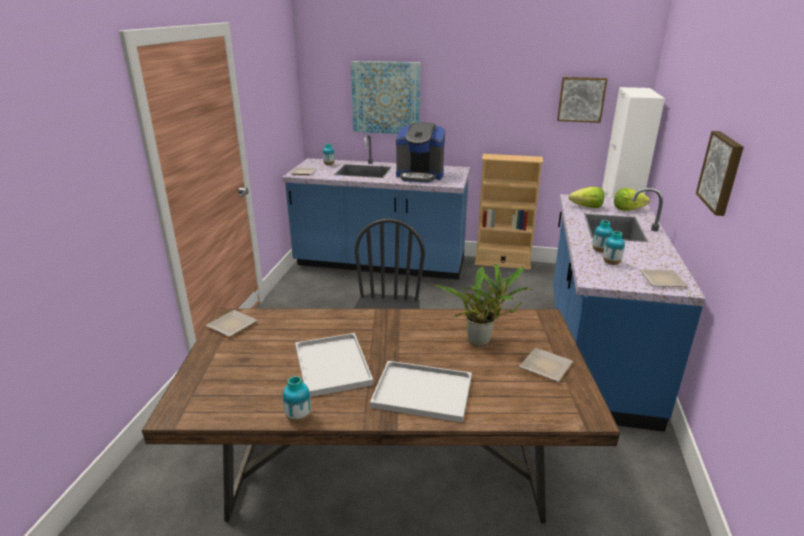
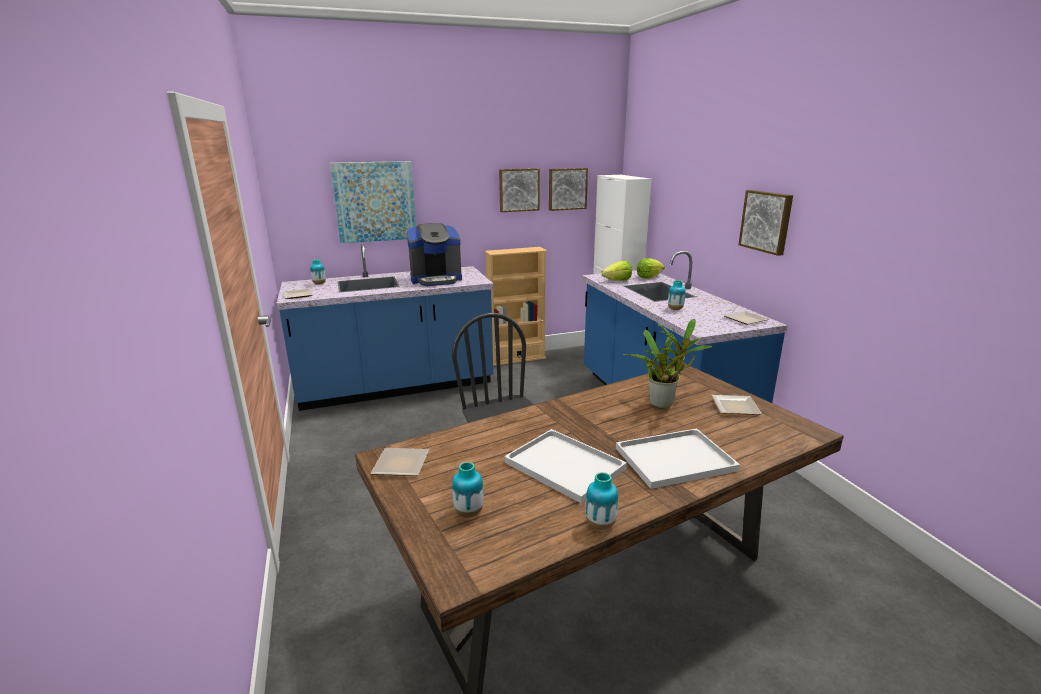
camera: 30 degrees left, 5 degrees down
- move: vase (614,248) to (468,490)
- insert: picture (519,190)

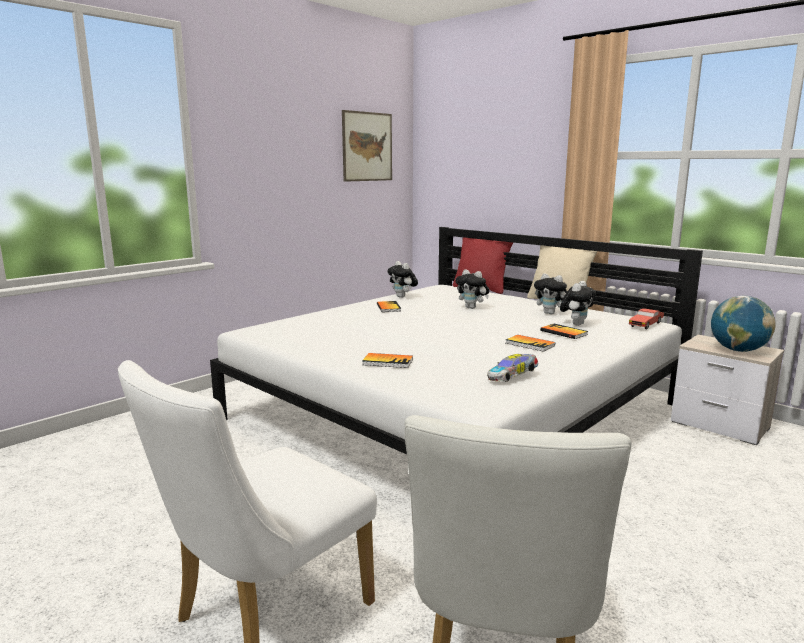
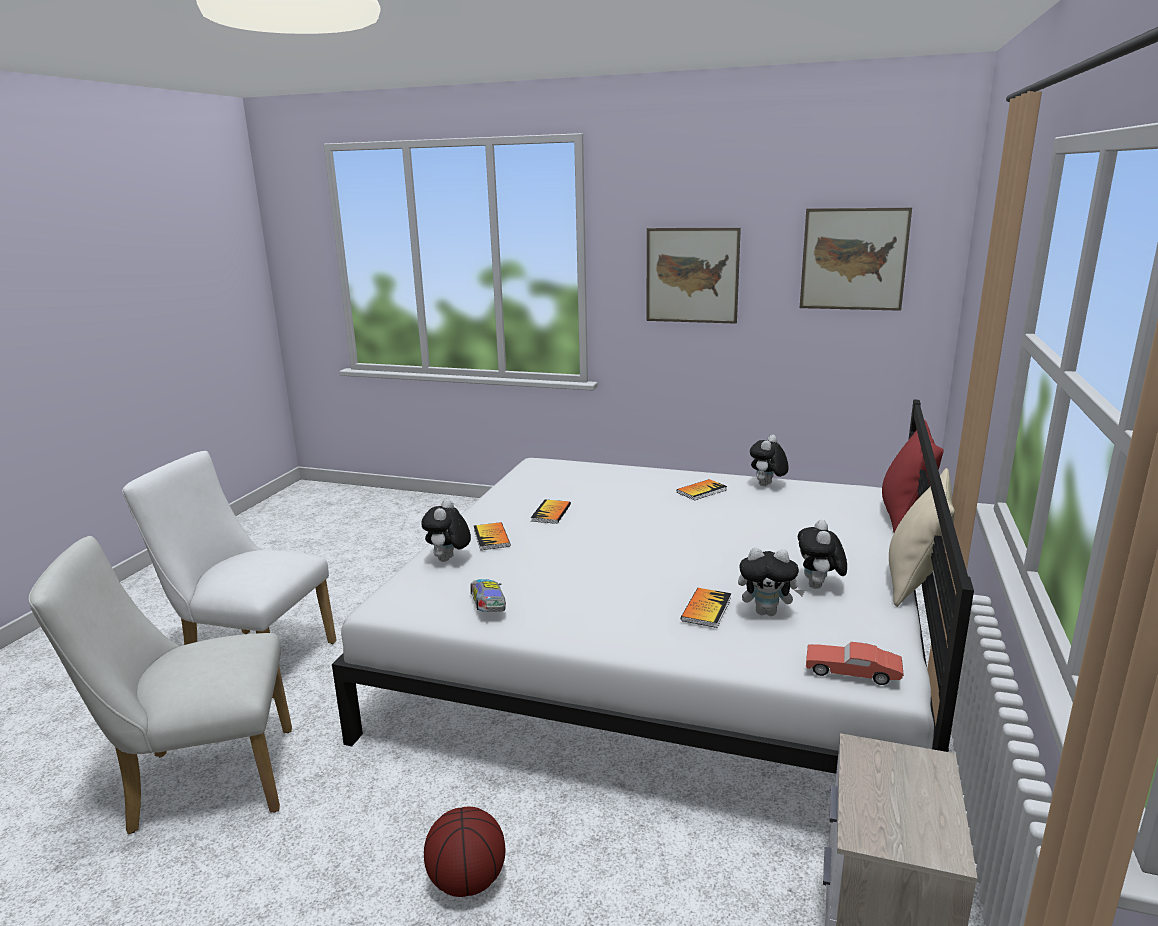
camera: 65 degrees right, 5 degrees up
- move: plush_toy (472,289) to (446,530)
- rotate: toy_car (512,368) = (488,595) 45 degrees clockwise
- move: book (530,343) to (551,512)
- delete: globe (743,324)
- insert: basketball (464,852)
- insert: picture (693,276)

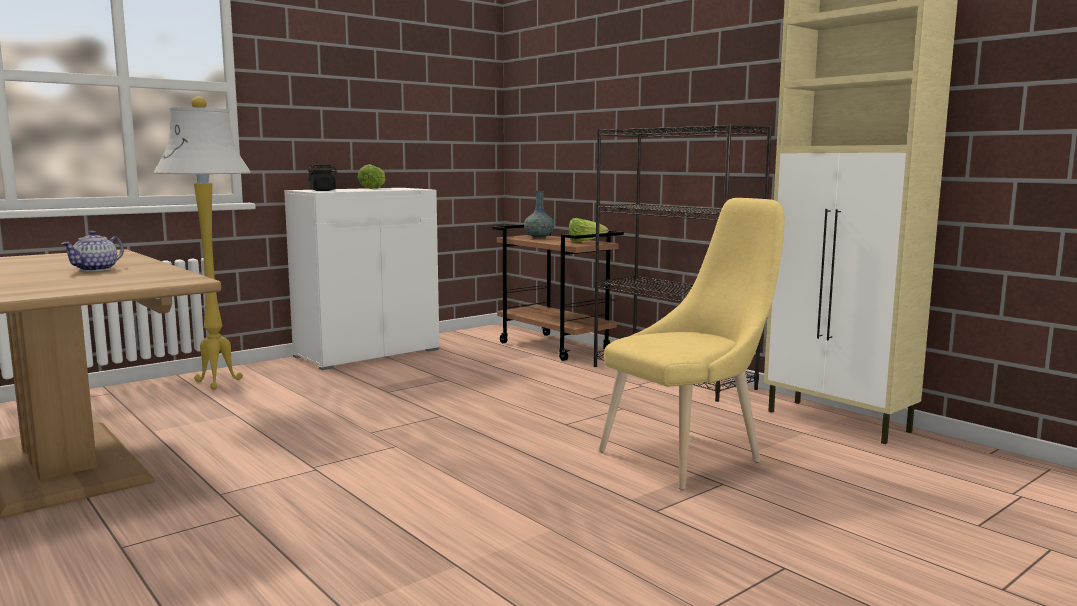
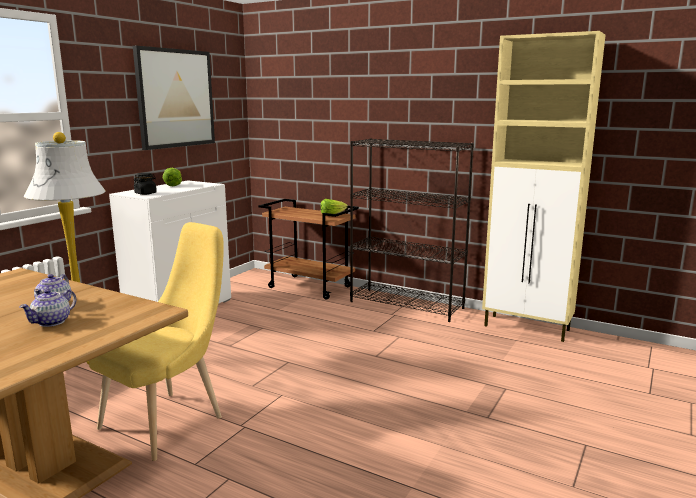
camera: 20 degrees left, 5 degrees up
- delete: vase (539,214)
- move: yellow_chair (692,344) to (156,341)
- insert: teapot (48,308)
- insert: picture (174,98)

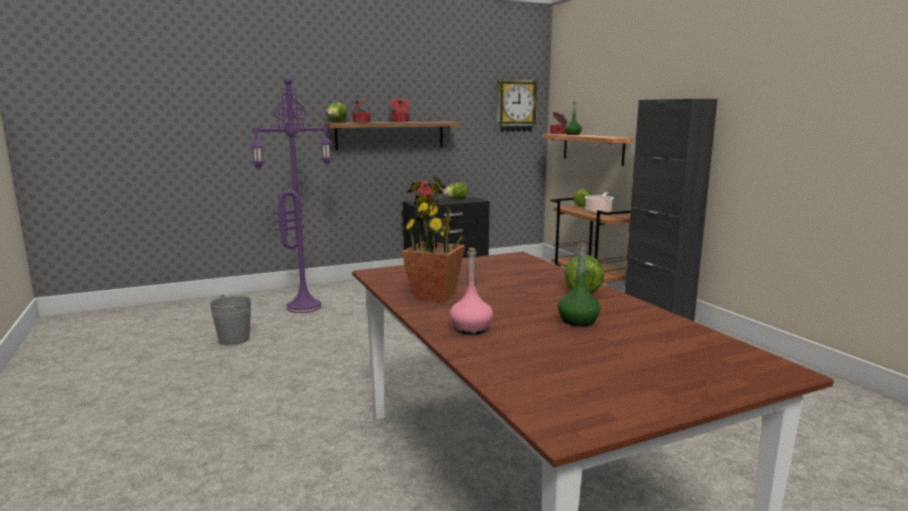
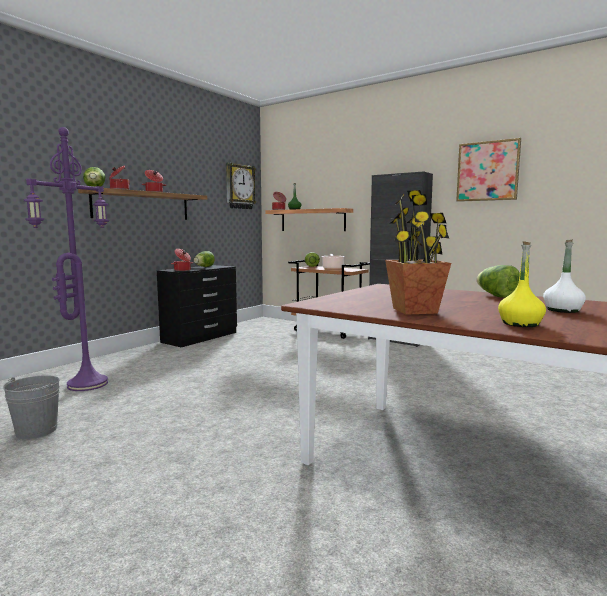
camera: 30 degrees left, 5 degrees down
- recolor: pink_bottle (471,291) to yellow_bottle (522,284)
- recolor: green_bottle (579,284) to white_bottle (564,276)
- insert: picture (488,170)

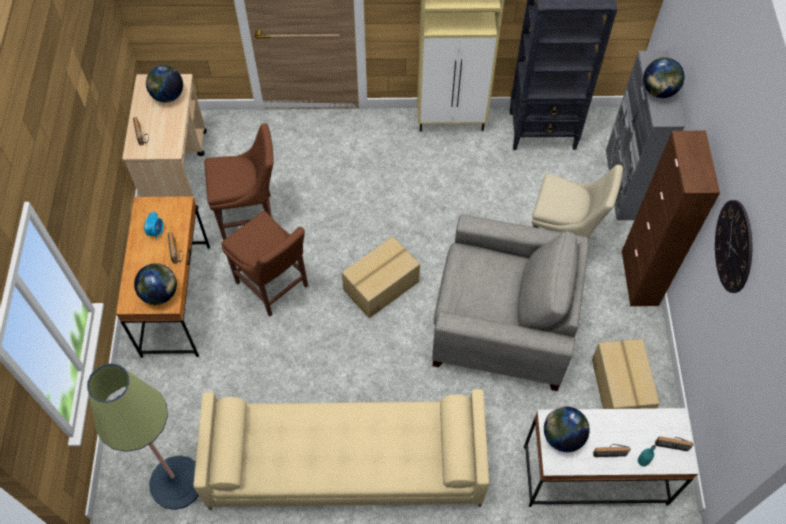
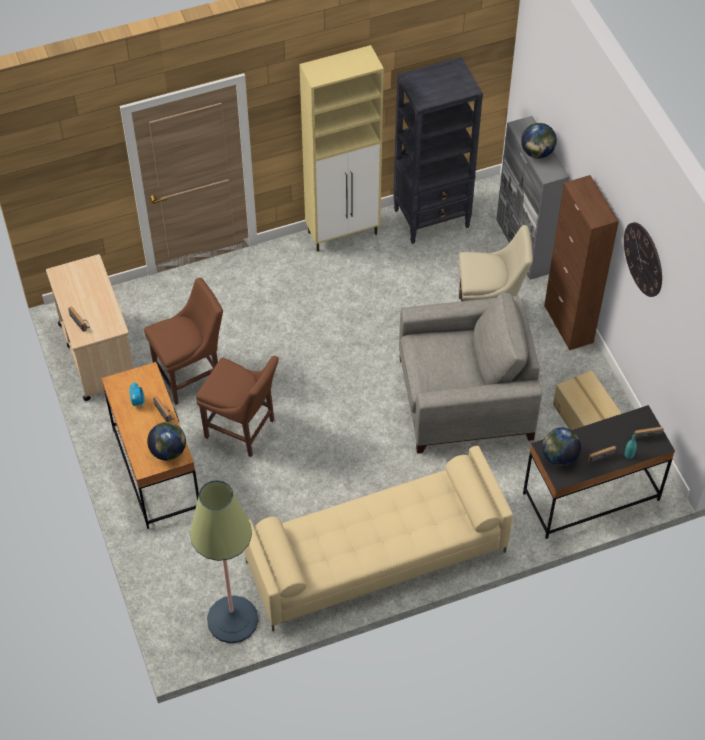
camera: 20 degrees left, 5 degrees down
- delete: globe (164,83)
- delete: cardboard_box (381,277)
- recolor: white_desk (611,457) to black_desk (599,472)

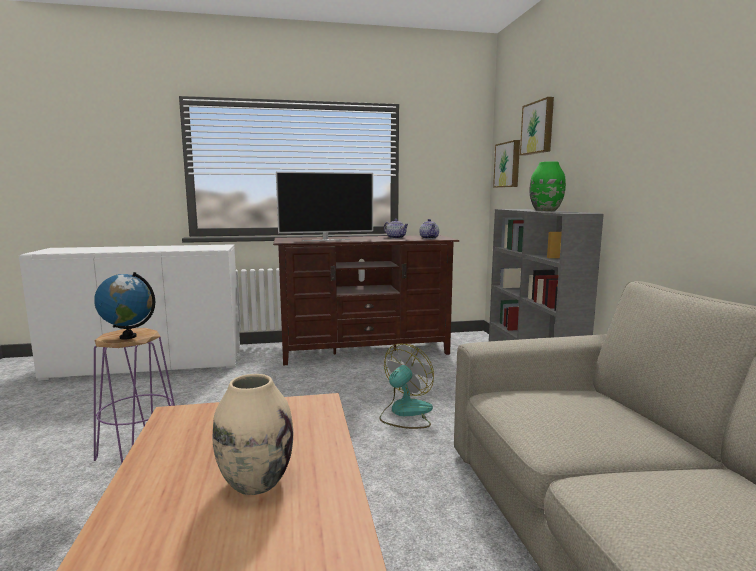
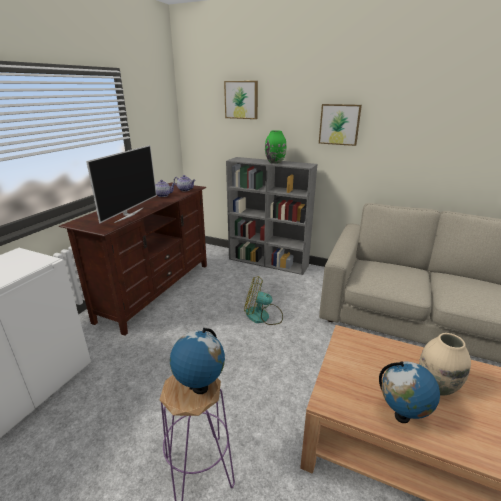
camera: 55 degrees left, 15 degrees up
- rotate: fan (406,386) = (263,301) 60 degrees counterclockwise
- move: picture (506,164) to (340,125)
- insert: globe (409,392)

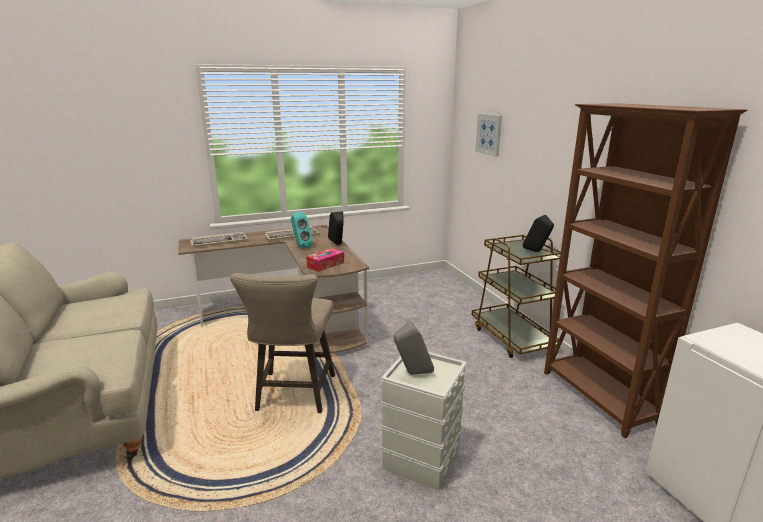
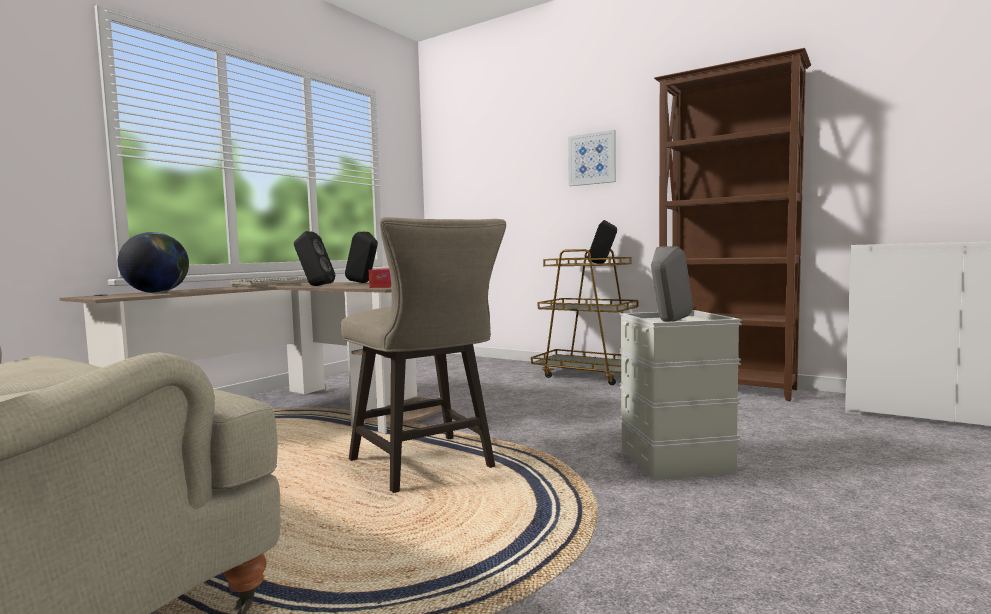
camera: 35 degrees left, 15 degrees down
- replace: keyboard (219,239) to globe (153,262)
- recolor: turquoise_speaker (302,230) to black_speaker (314,258)
- move: picture (488,135) to (592,158)

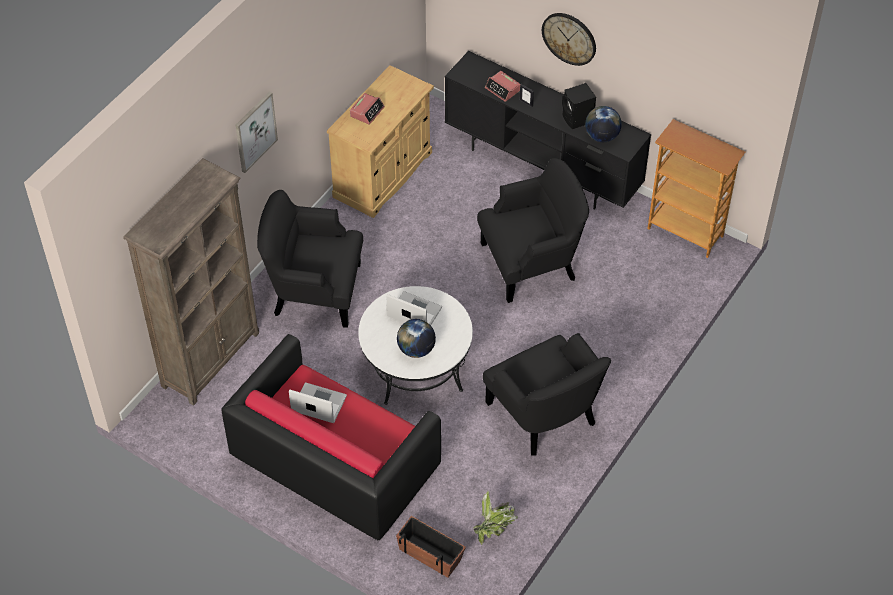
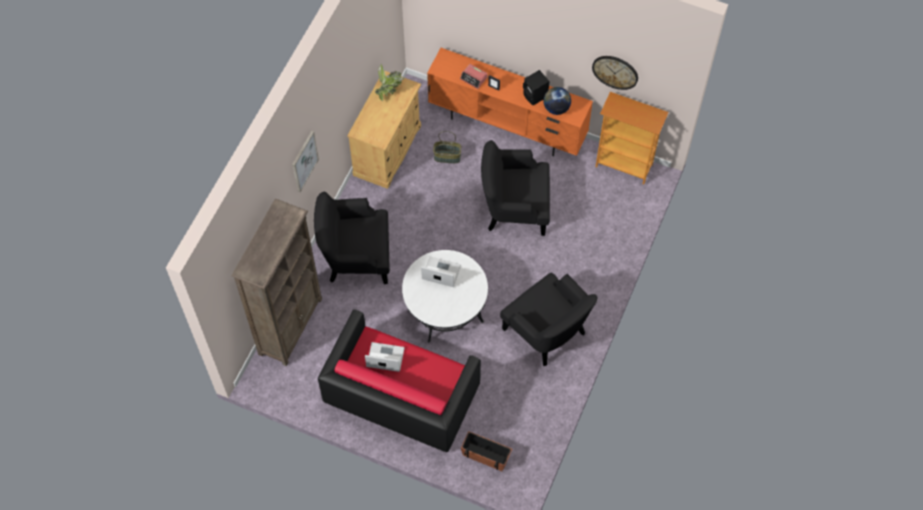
camera: 10 degrees left, 10 degrees up
- delete: alarm_clock (367,109)
- delete: globe (416,338)
- recolor: black_tv_stand (548,130) to orange_tv_stand (510,102)
- move: potted_plant (495,518) to (389,82)
- rotate: black_armchair (533,230) = (515,188) 150 degrees counterclockwise
- move: wall_clock (569,39) to (615,73)
- insert: basket (447,147)

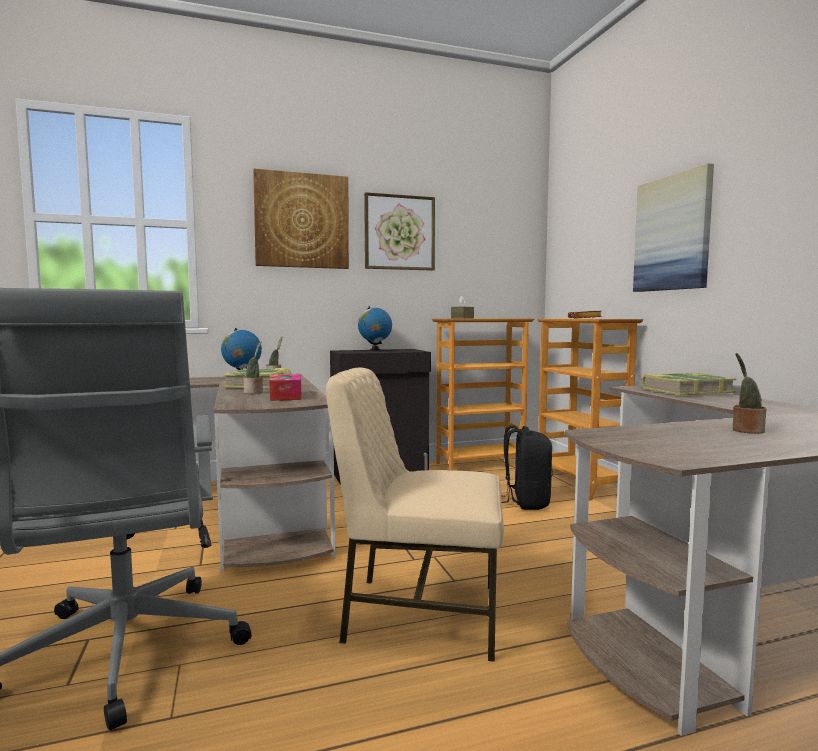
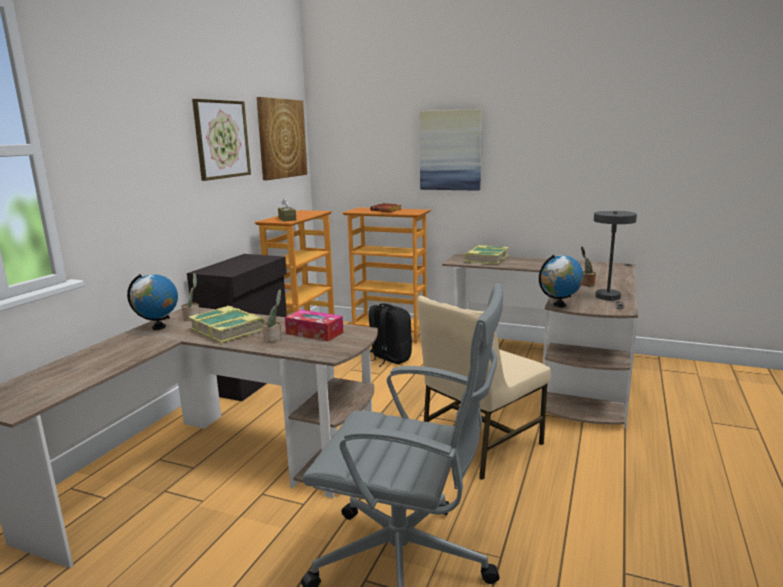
camera: 50 degrees left, 10 degrees up
- move: picture (301,219) to (282,138)
- move: globe (375,328) to (561,281)
- insert: grey_table_lamp (615,260)

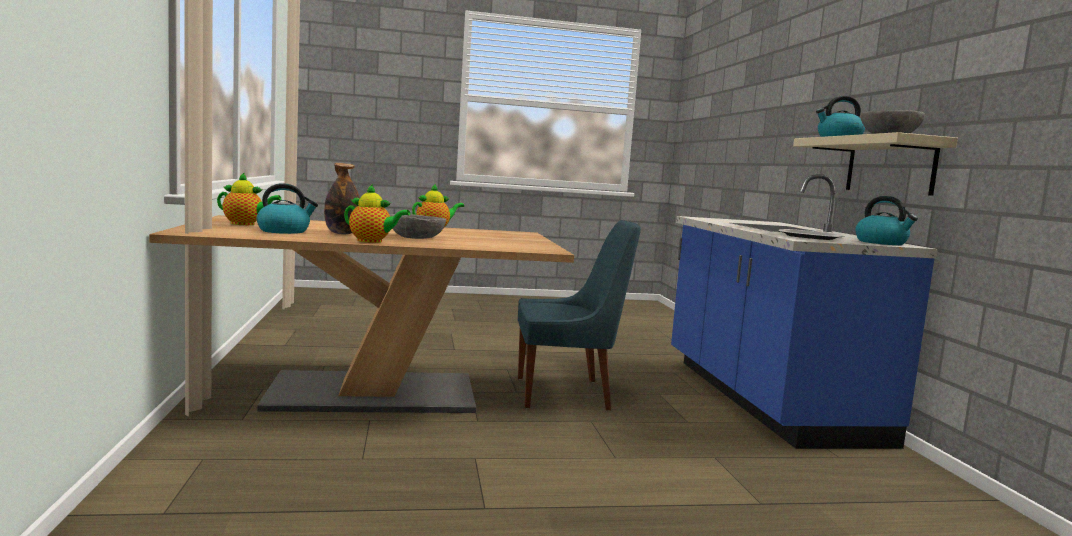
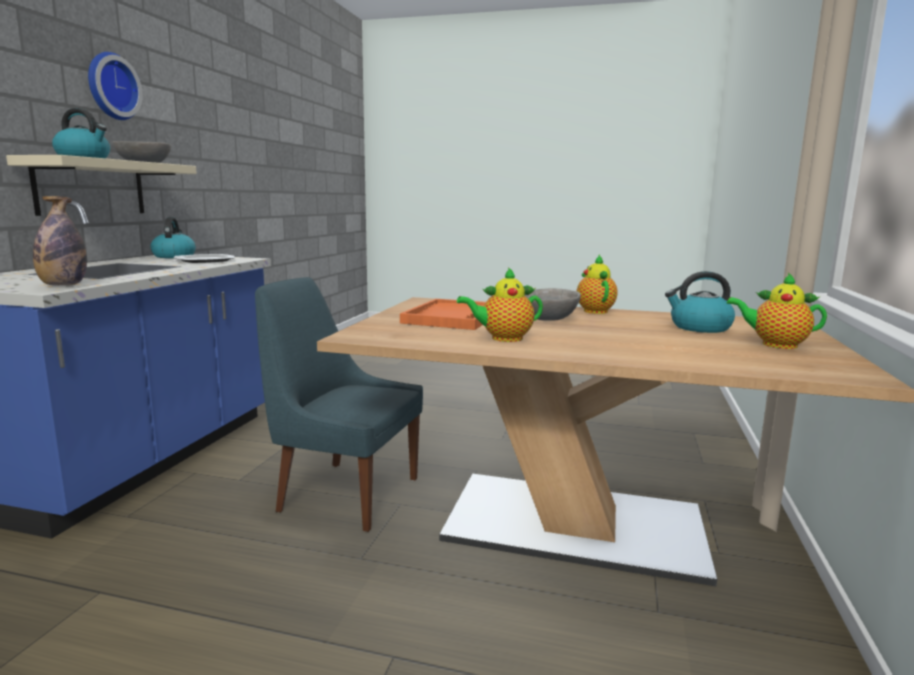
camera: 155 degrees left, 5 degrees up
- move: bottle (342,198) to (60,241)
- rotate: teapot (377,213) = (597,284) 45 degrees clockwise
- insert: wall_clock (115,86)
- insert: orange_tray (443,314)

